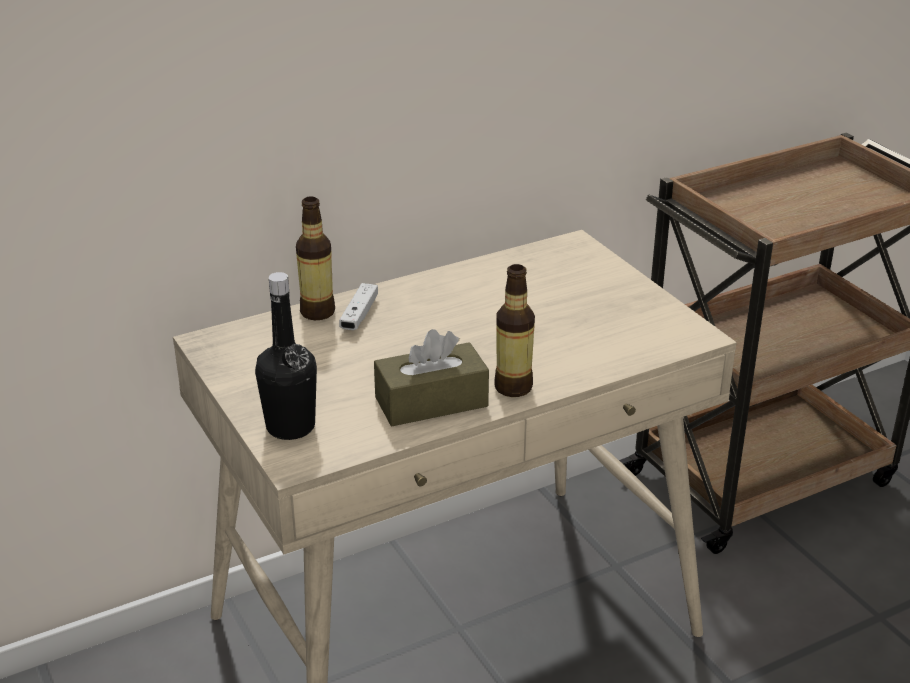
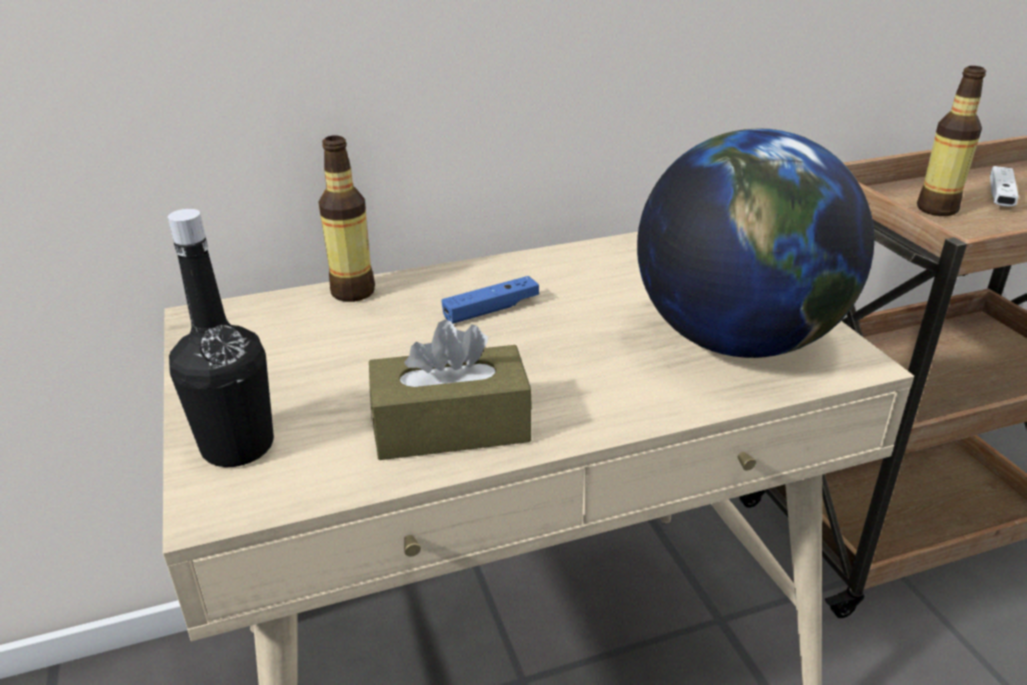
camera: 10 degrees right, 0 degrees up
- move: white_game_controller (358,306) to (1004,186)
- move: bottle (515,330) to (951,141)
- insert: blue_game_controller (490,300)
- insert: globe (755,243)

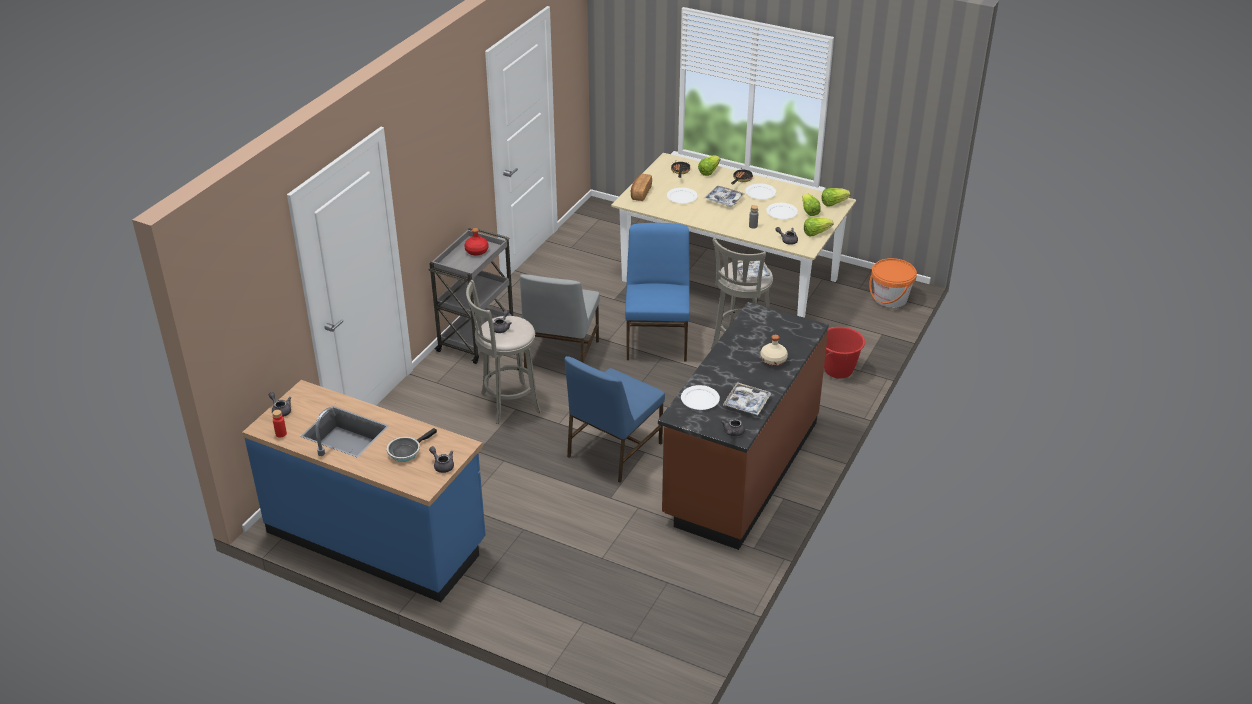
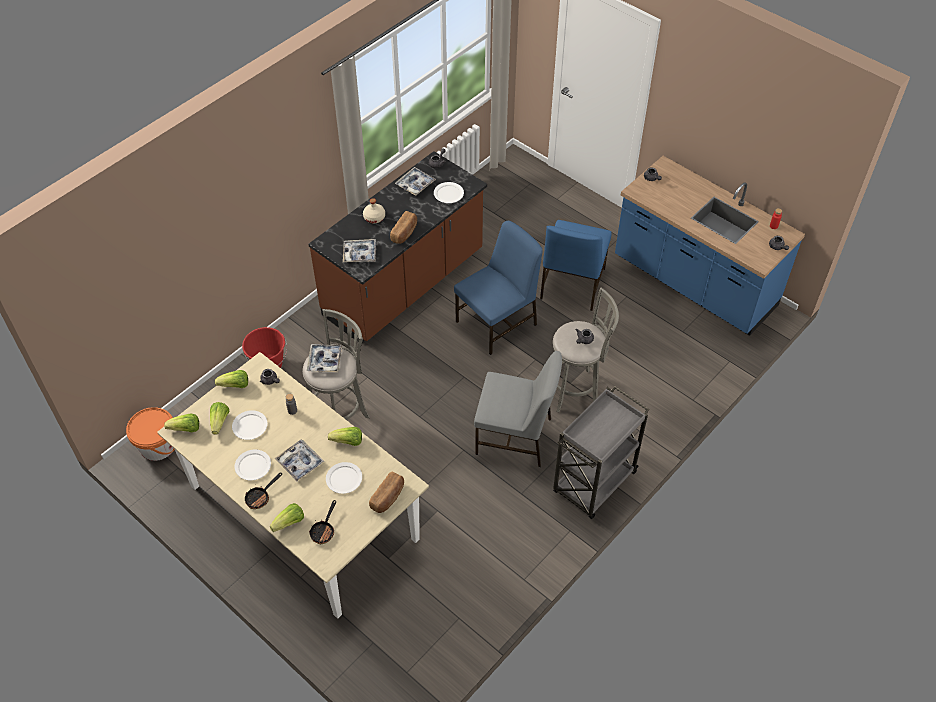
camera: 165 degrees left, 15 degrees up
- delete: frying_pan (412,445)
- delete: red_bottle (476,242)
- rotate: grey_chair (560,321) = (518,409) 75 degrees clockwise
- move: blue_chair (657,292) to (576,265)
- insert: lettuce (345,436)
- insert: tray (359,250)
- insert: bread (403,227)

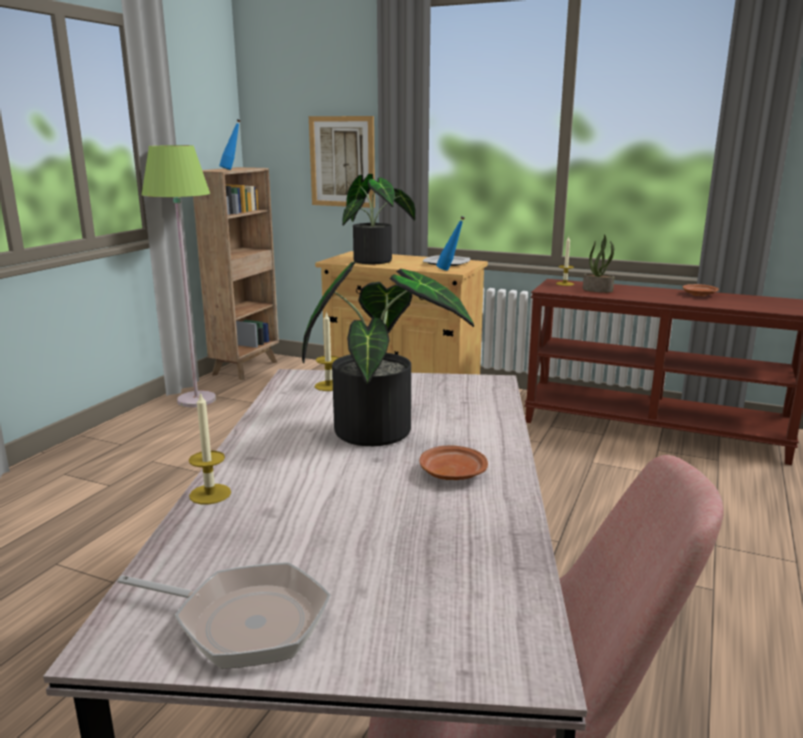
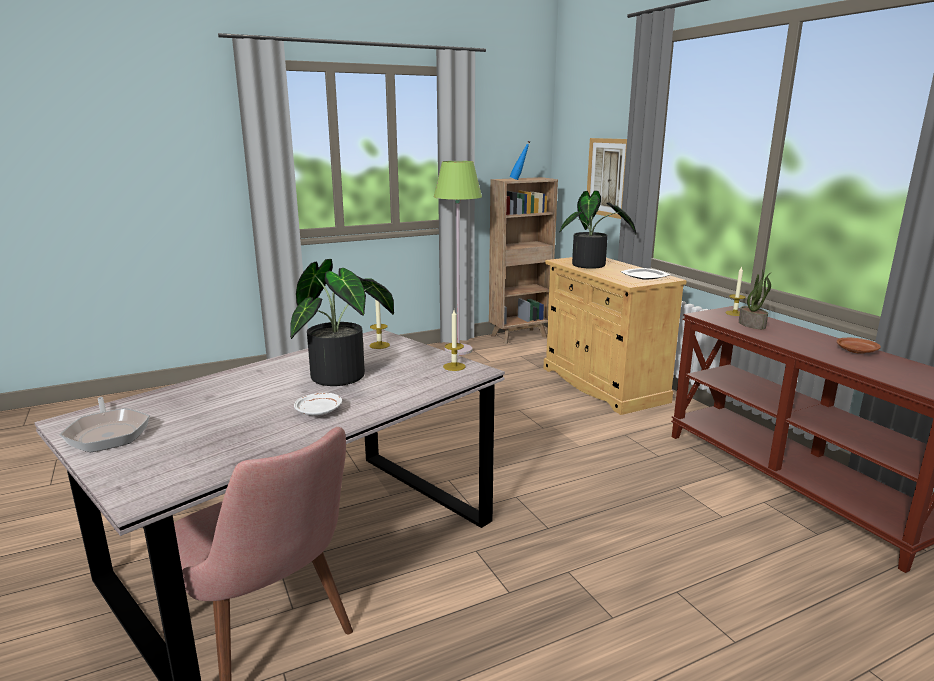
camera: 40 degrees right, 0 degrees up
- move: candle (210,448) to (454,340)
- recolor: brown_plate (453,462) to white_plate (318,404)
- delete: blue_bottle (450,243)

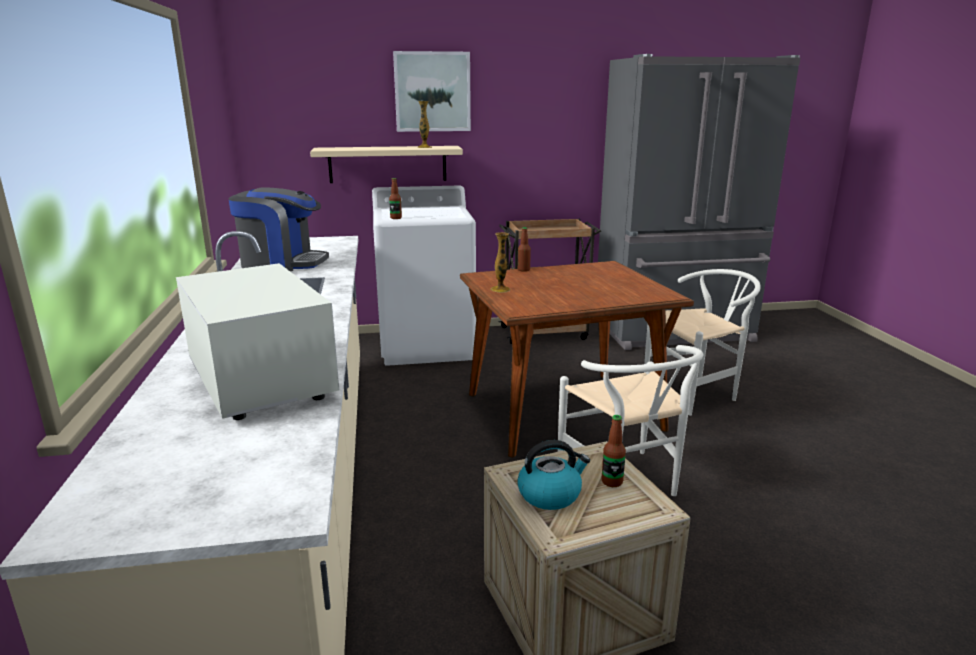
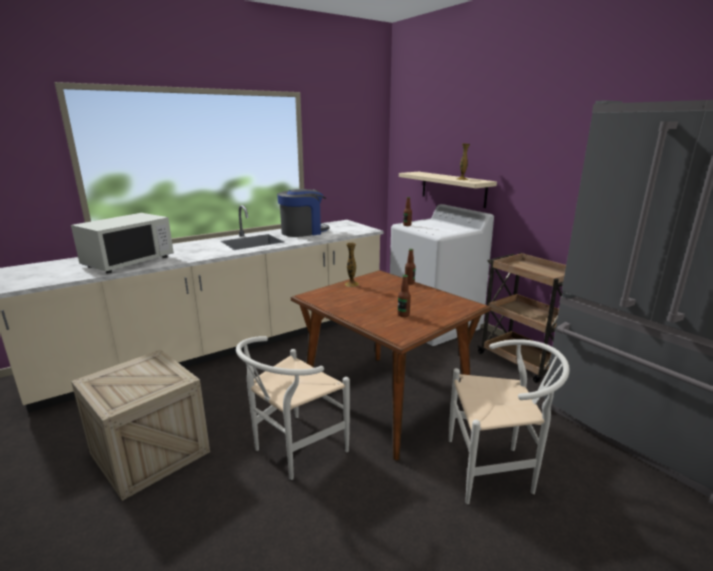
camera: 65 degrees right, 0 degrees up
- rotate: coffee_machine (279,229) = (303,213) 105 degrees counterclockwise
- delete: picture (432,91)
- delete: kettle (553,475)
- move: bottle (614,451) to (404,296)
- rotate: white_chair (702,342) = (509,421) 45 degrees counterclockwise

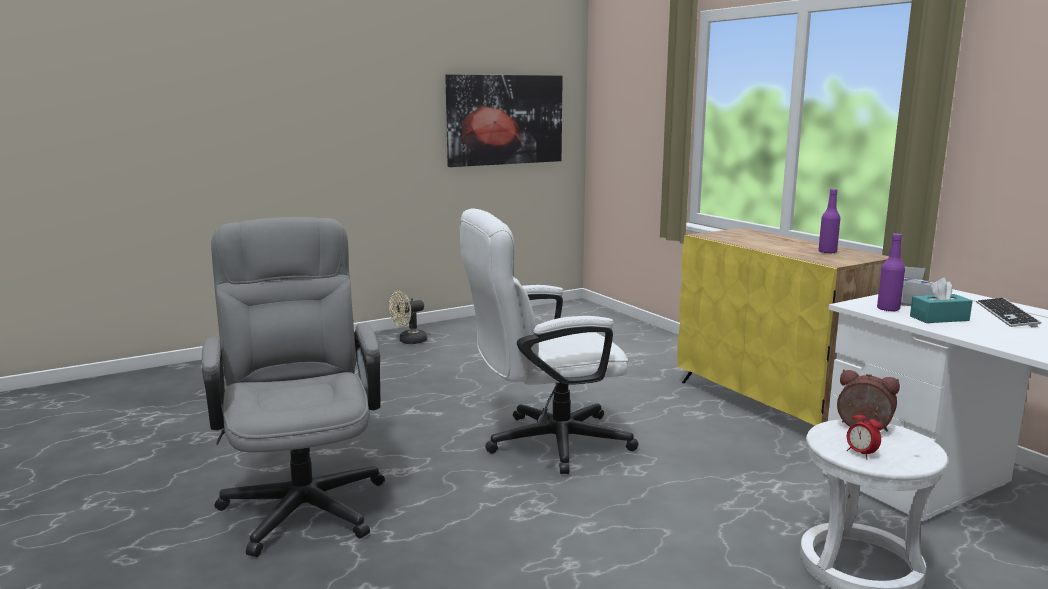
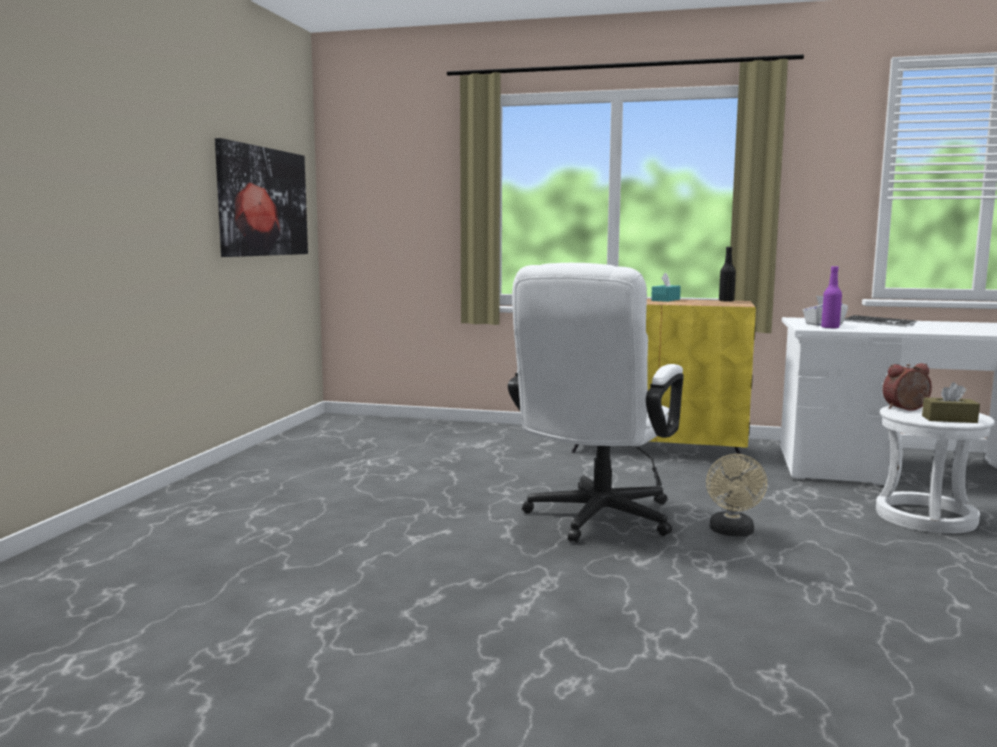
camera: 45 degrees left, 5 degrees down
- delete: grey_office_chair (293,387)
- move: beige_fan (408,317) to (736,495)
- delete: purple_bottle (829,221)
- replace: alarm_clock (864,434) to brown_tissue_box (951,402)
- move: turquoise_tissue_box (941,300) to (666,287)
- insert: black_bottle (727,274)

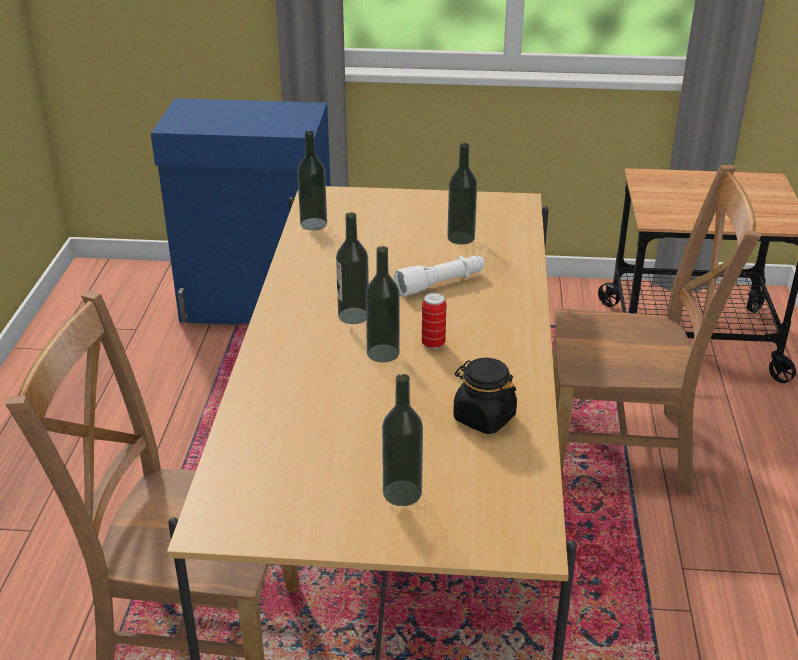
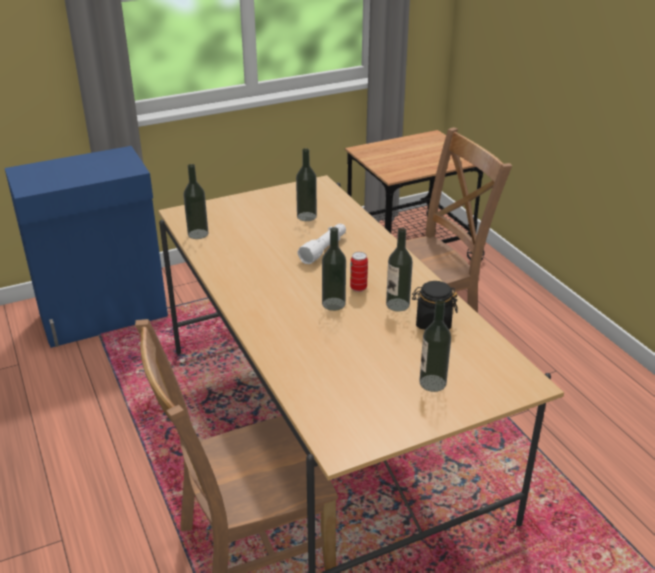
camera: 30 degrees left, 0 degrees up
- move: bottle (352,268) to (399,269)

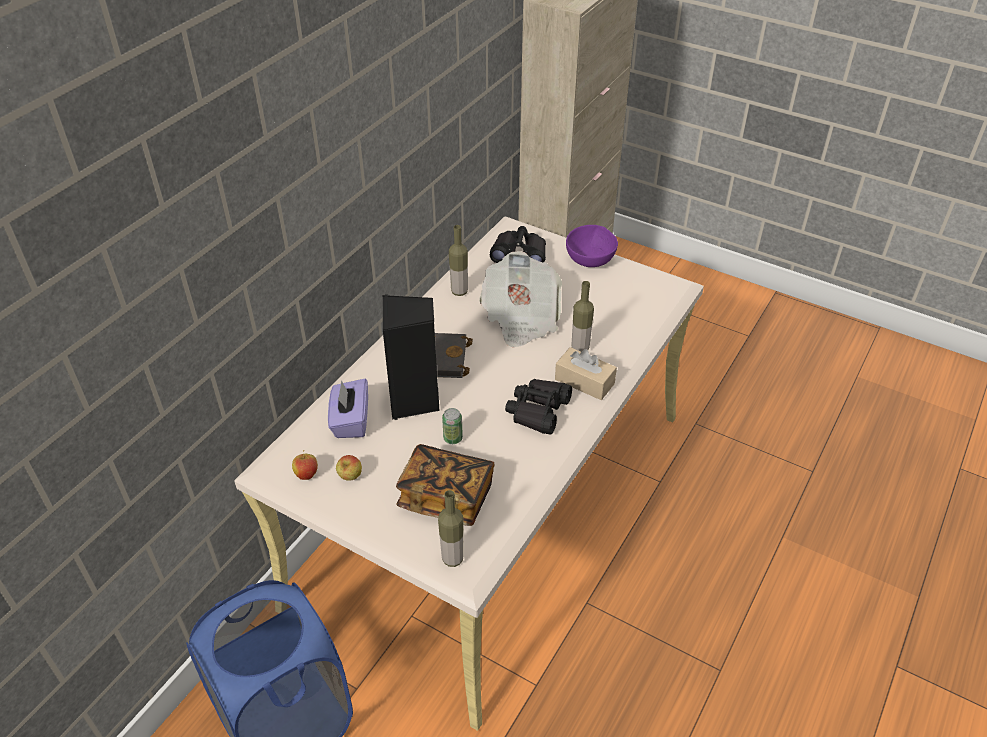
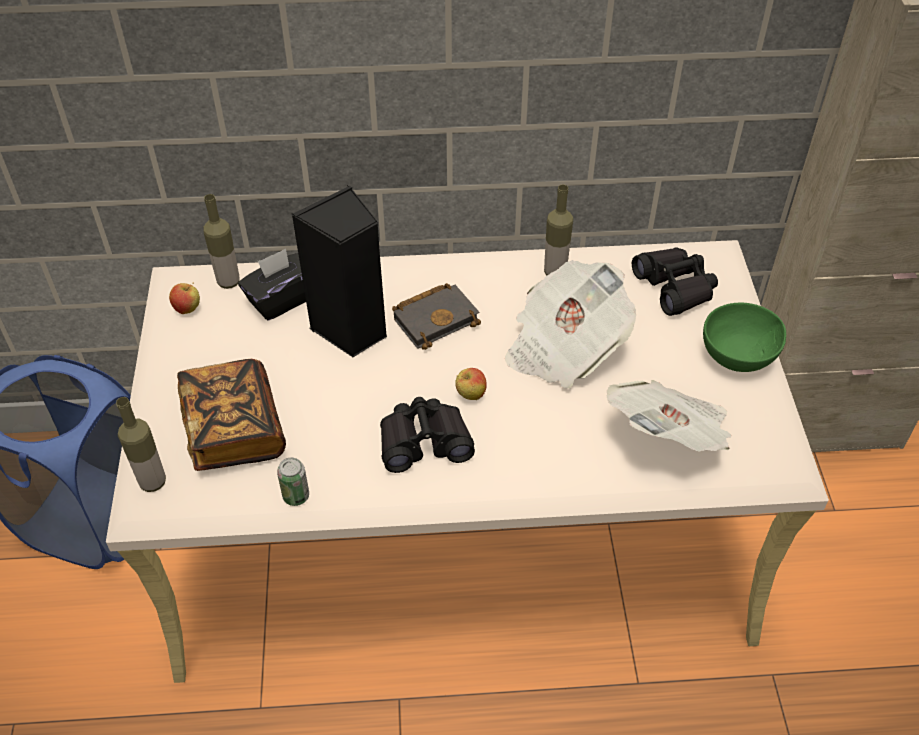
camera: 55 degrees right, 5 degrees up
- recolor: purple_tissue_box (348,408) to black_tissue_box (272,284)
- move: apple (349,468) to (471,384)
- move: can (452,426) to (293,481)
- delete: beige_tissue_box (586,373)
- recolor: purple_bowl (592,246) to green_bowl (744,337)
- move: bottle (582,316) to (221,241)
- insert: newspaper (669,416)

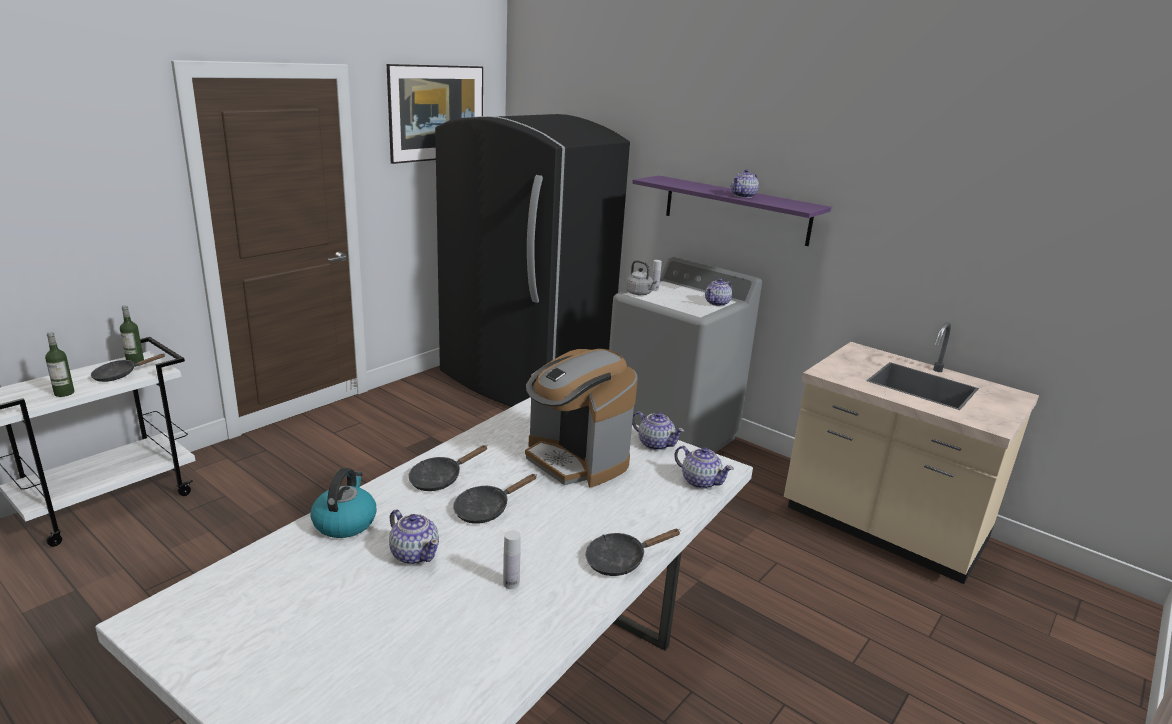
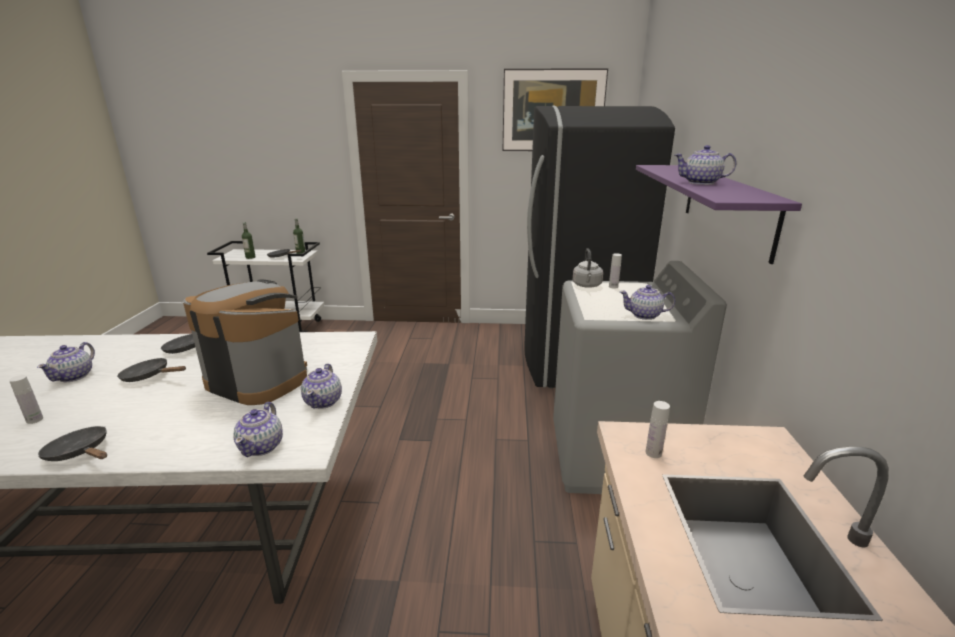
camera: 55 degrees right, 0 degrees up
- delete: kettle (343,503)
- rotate: coffee_machine (581,418) = (245,342) 105 degrees clockwise
- insert: white_bottle (657,429)

